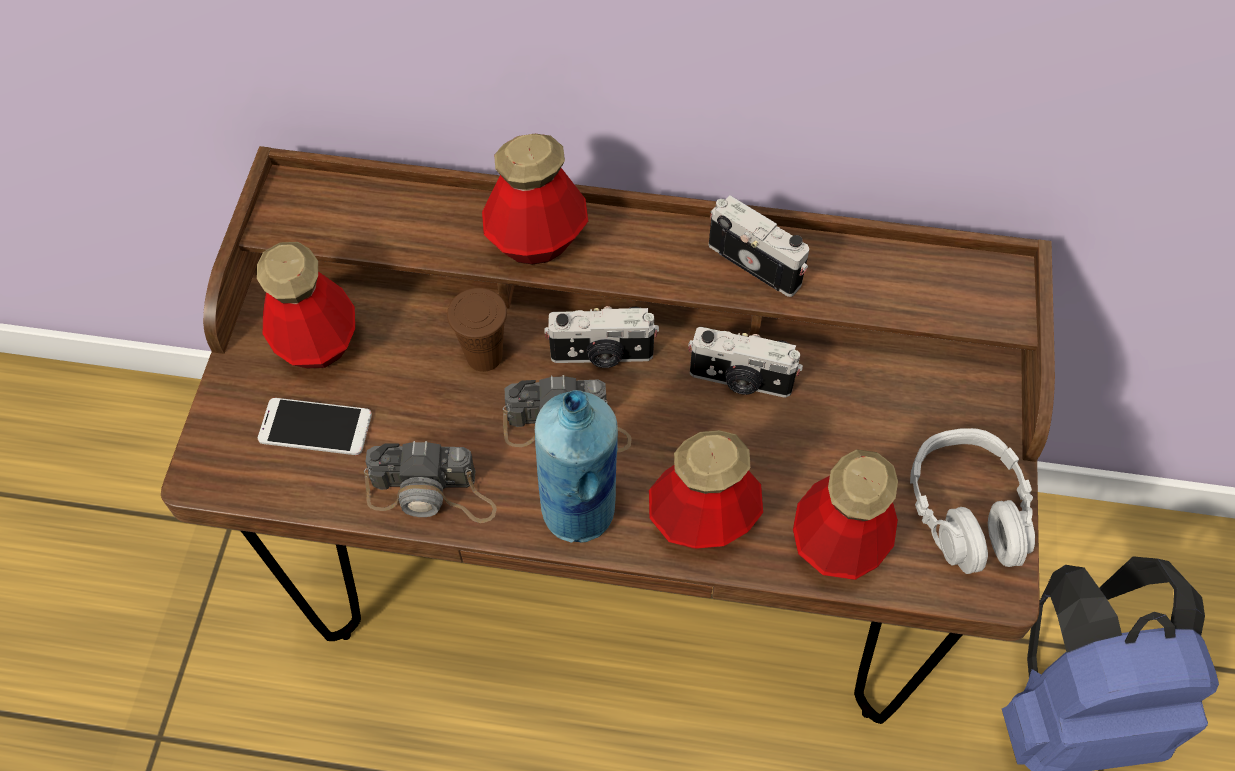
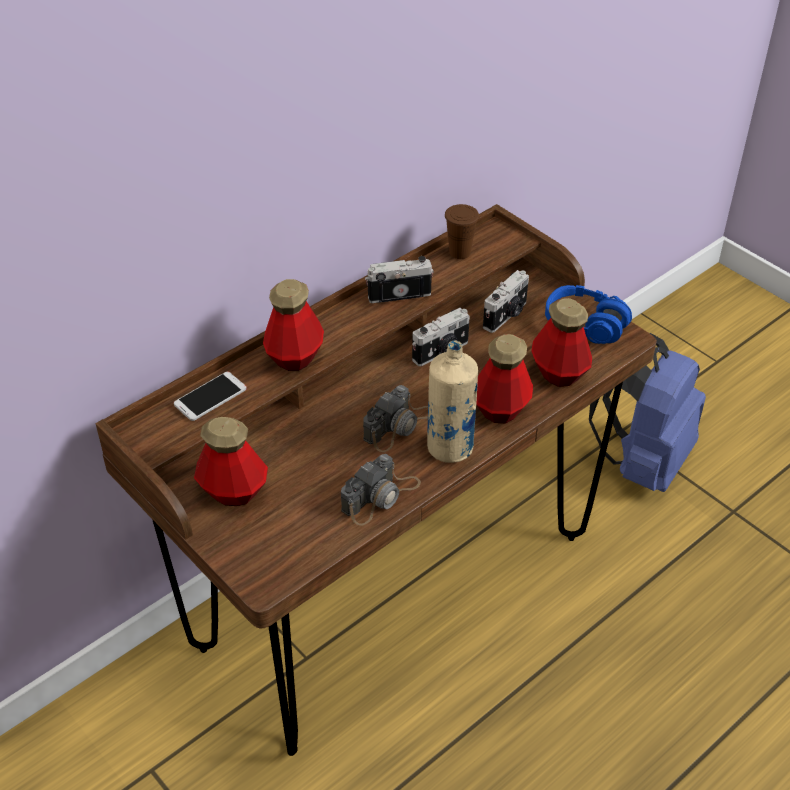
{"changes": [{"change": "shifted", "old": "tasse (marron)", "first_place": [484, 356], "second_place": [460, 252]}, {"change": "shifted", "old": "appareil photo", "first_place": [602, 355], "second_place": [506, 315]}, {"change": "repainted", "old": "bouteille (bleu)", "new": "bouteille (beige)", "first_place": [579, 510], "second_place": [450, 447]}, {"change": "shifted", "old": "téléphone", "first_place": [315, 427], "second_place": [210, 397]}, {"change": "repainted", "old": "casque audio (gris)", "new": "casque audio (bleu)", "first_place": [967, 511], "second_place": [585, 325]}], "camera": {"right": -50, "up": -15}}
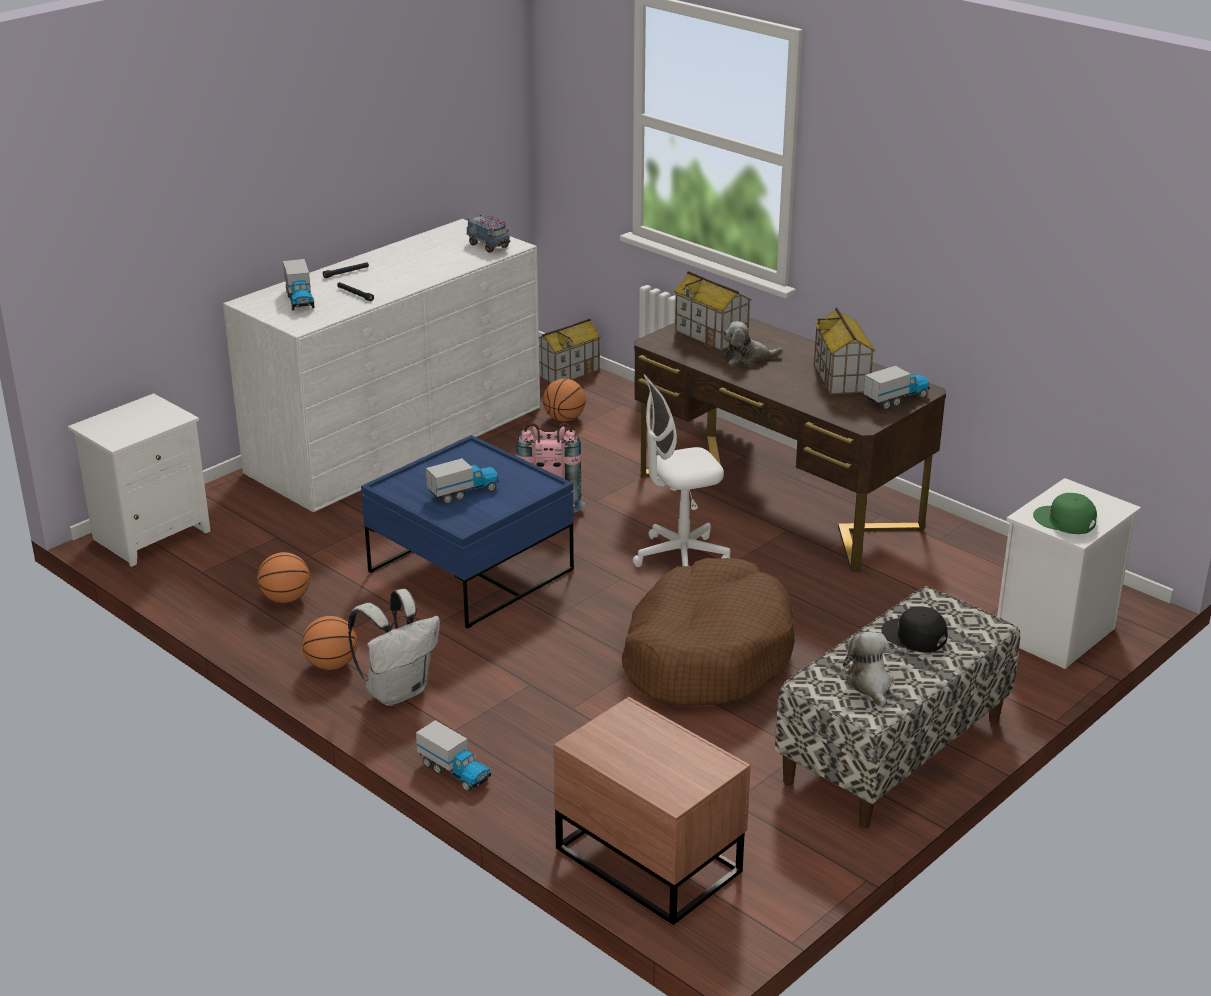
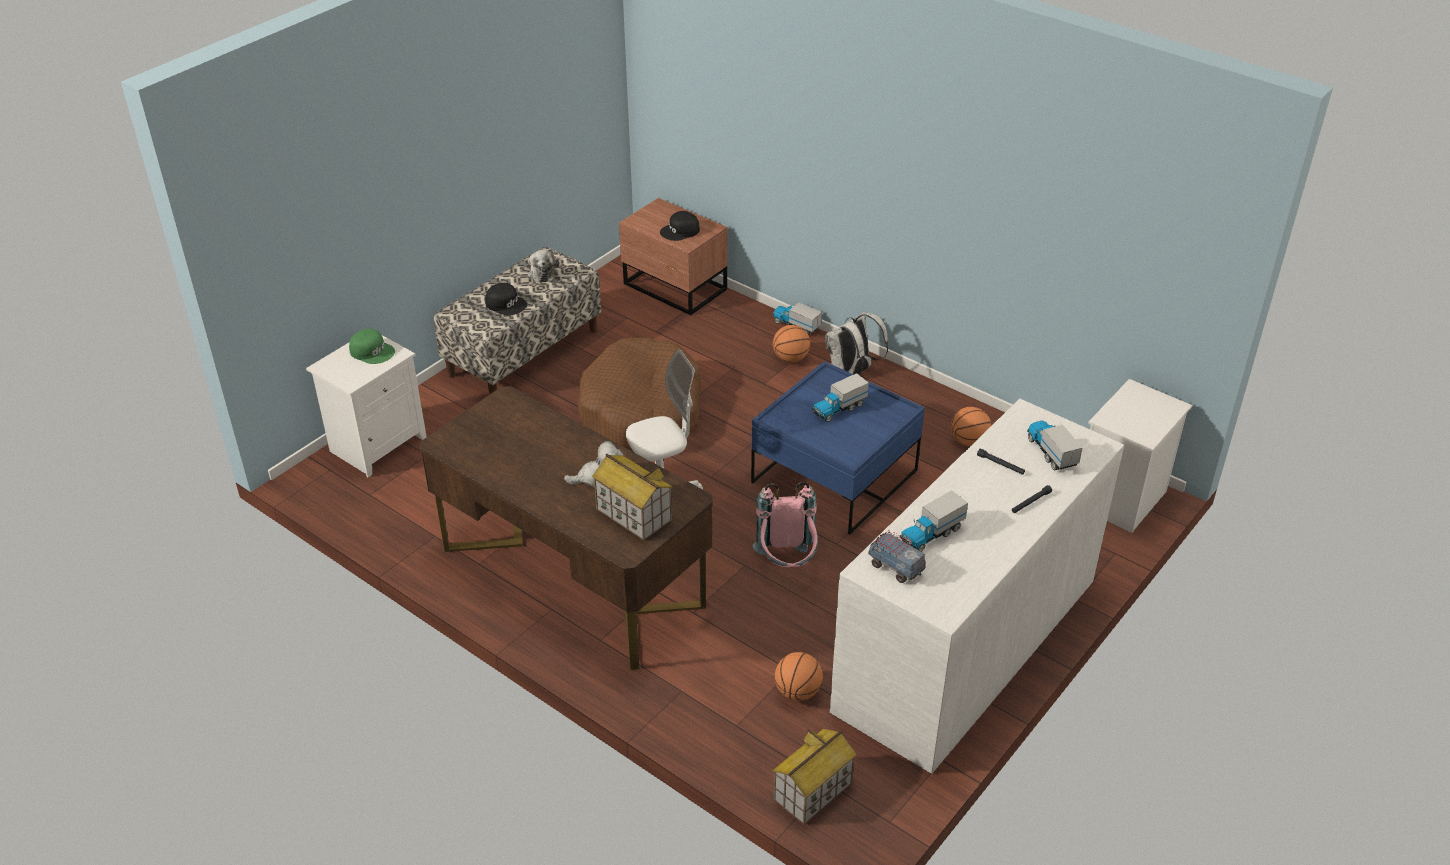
{"changes": [{"change": "gone", "old": "maison miniature", "first_place": [842, 378]}, {"change": "shifted", "old": "camion jouet", "first_place": [896, 399], "second_place": [931, 534]}, {"change": "shifted", "old": "ballon de basket", "first_place": [331, 665], "second_place": [791, 358]}, {"change": "new", "new": "casquette (noir)", "second_place": [680, 231]}], "camera": {"right": 175, "up": 10}}
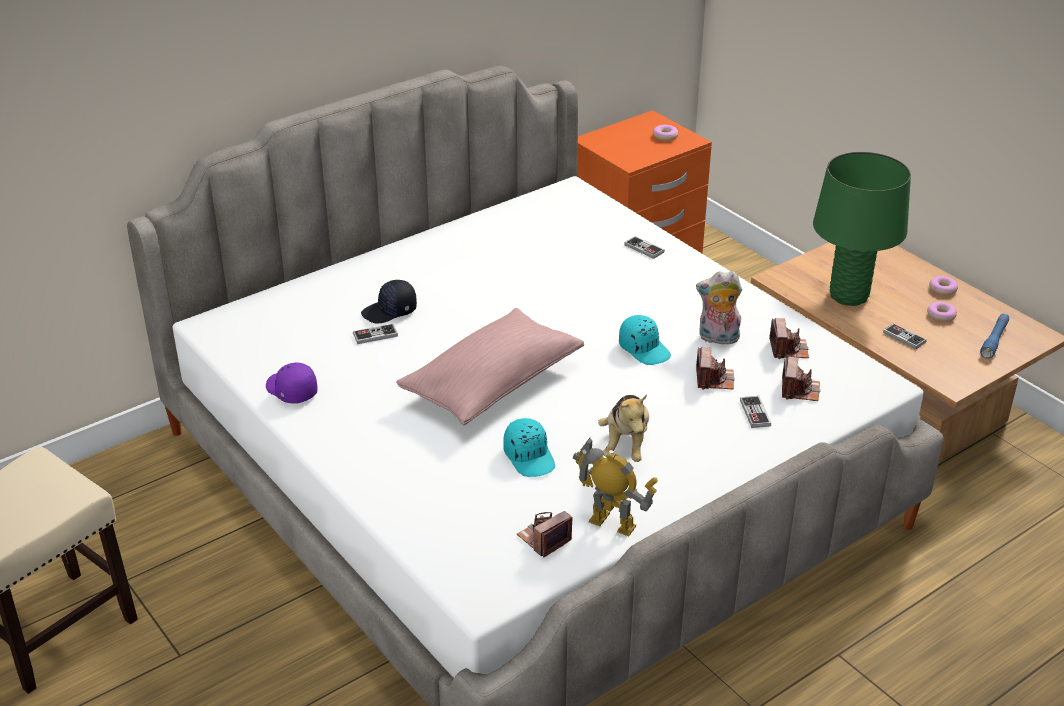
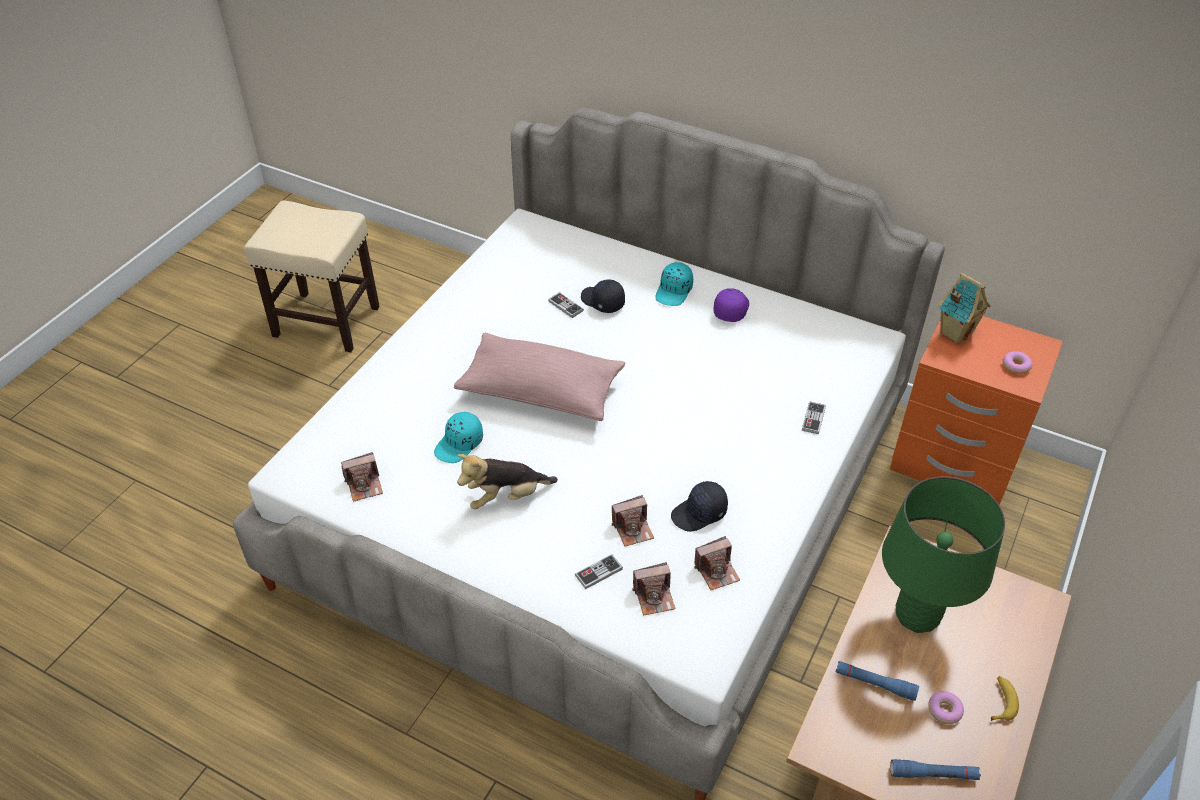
{"changes": [{"change": "swapped", "old": "peluche", "new": "casquette (noir)", "first_place": [717, 339], "second_place": [699, 513]}, {"change": "swapped", "old": "beignet", "new": "banane", "first_place": [942, 289], "second_place": [1001, 701]}, {"change": "shifted", "old": "casquette (turquoise)", "first_place": [645, 349], "second_place": [674, 291]}, {"change": "swapped", "old": "manette", "new": "lampe de poche (bleu)", "first_place": [904, 337], "second_place": [875, 683]}, {"change": "shifted", "old": "casquette (violet)", "first_place": [291, 391], "second_place": [730, 309]}, {"change": "gone", "old": "robot jouet", "first_place": [612, 523]}, {"change": "rotated", "old": "appareil photo", "first_place": [544, 539], "second_place": [364, 485], "degrees": 135}, {"change": "new", "new": "maison miniature", "second_place": [955, 332]}], "camera": {"right": 65, "up": 10}}
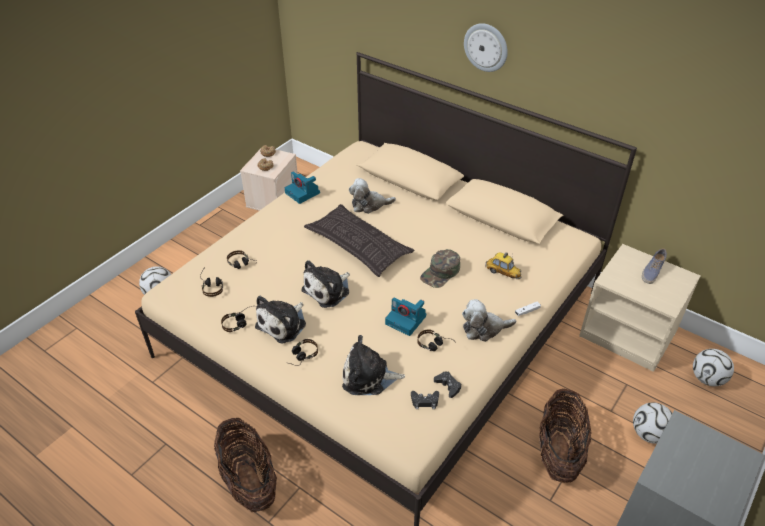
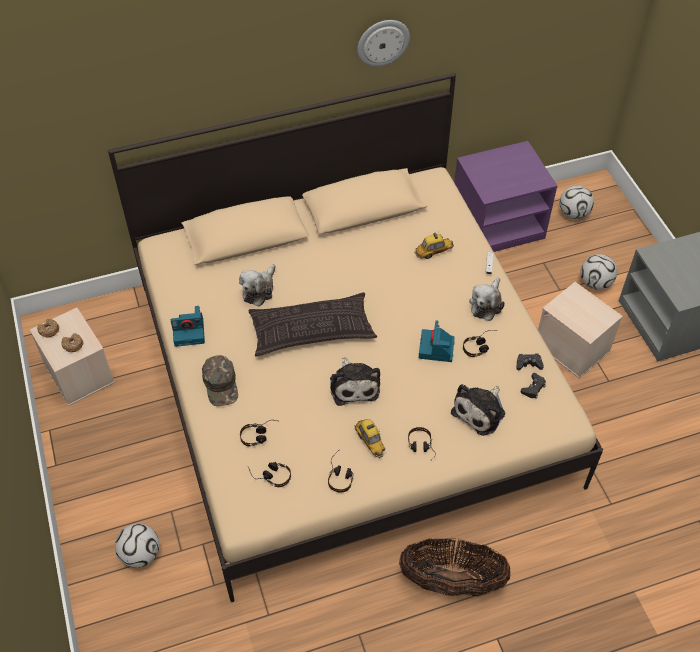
{"changes": [{"change": "shifted", "old": "horloge murale", "first_place": [486, 47], "second_place": [382, 42]}, {"change": "repainted", "old": "table de chevet (beige)", "new": "table de chevet (violet)", "first_place": [629, 333], "second_place": [497, 224]}, {"change": "gone", "old": "chaussure", "first_place": [652, 271]}, {"change": "shifted", "old": "casquette (vert)", "first_place": [441, 273], "second_place": [221, 384]}, {"change": "swapped", "old": "peluche", "new": "petite voiture", "first_place": [283, 324], "second_place": [370, 441]}, {"change": "rotated", "old": "appareil photo", "first_place": [406, 320], "second_place": [436, 349], "degrees": 120}, {"change": "swapped", "old": "panier", "new": "boîte de rangement (beige)", "first_place": [558, 452], "second_place": [573, 347]}], "camera": {"right": -55, "up": 10}}
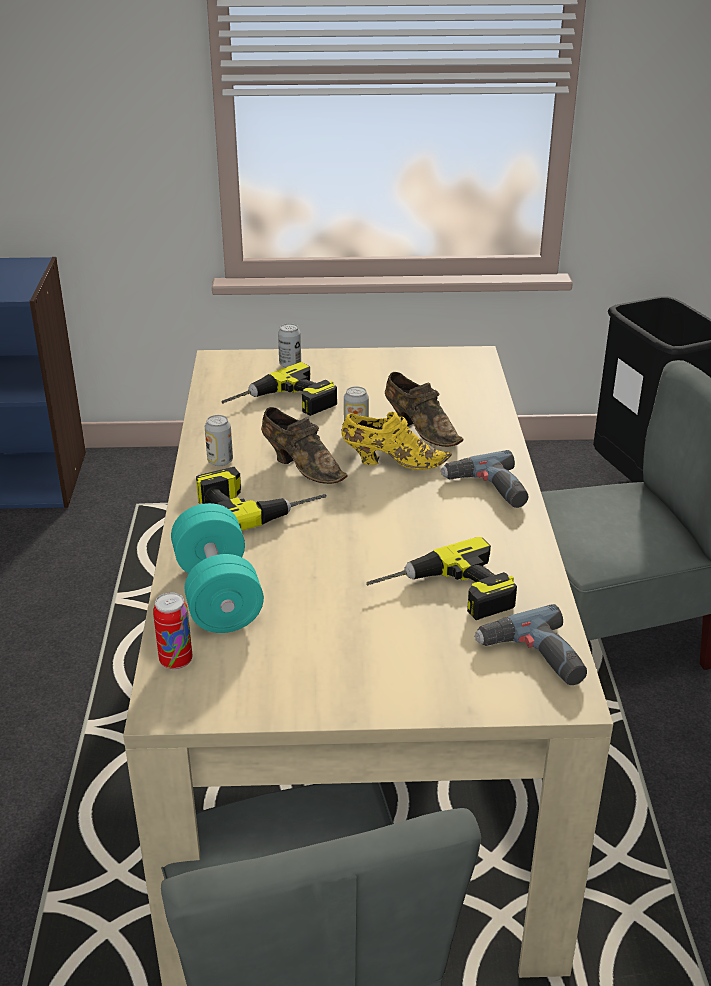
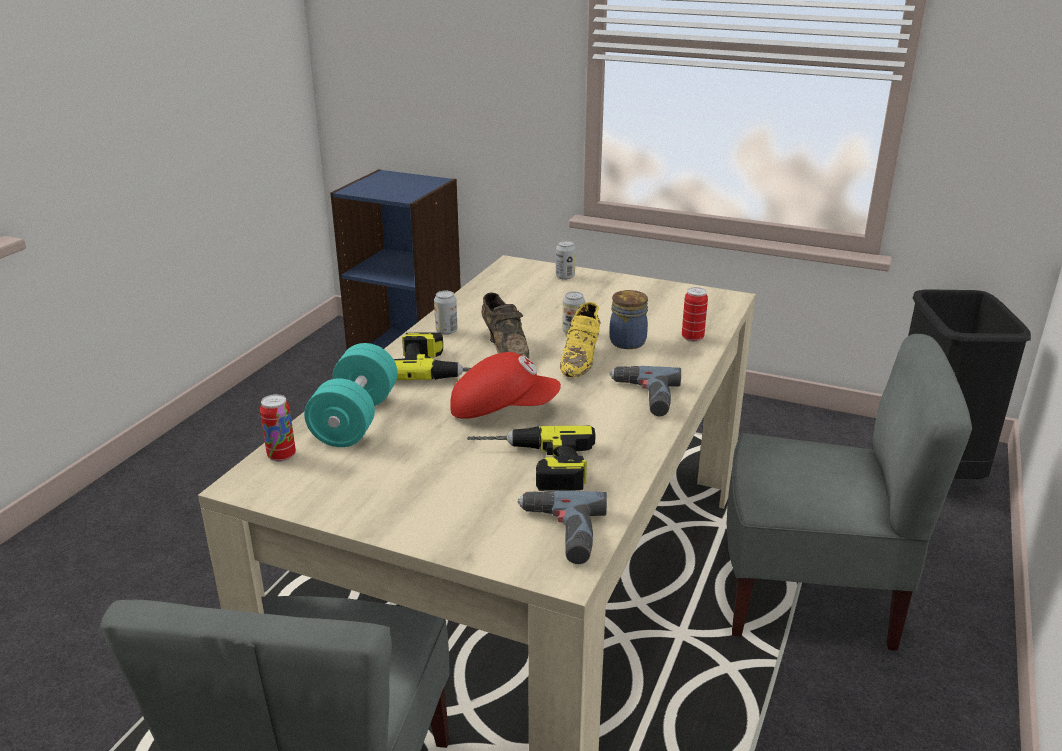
{"changes": [{"change": "gone", "old": "perceuse", "first_place": [282, 404]}, {"change": "swapped", "old": "chaussure (marron)", "new": "bocal", "first_place": [421, 429], "second_place": [629, 341]}, {"change": "rotated", "old": "chaussure (jaune)", "first_place": [391, 461], "second_place": [581, 359], "degrees": 75}, {"change": "new", "new": "boîte métallique", "second_place": [692, 338]}, {"change": "new", "new": "casquette (rouge)", "second_place": [502, 409]}], "camera": {"right": 25, "up": -5}}
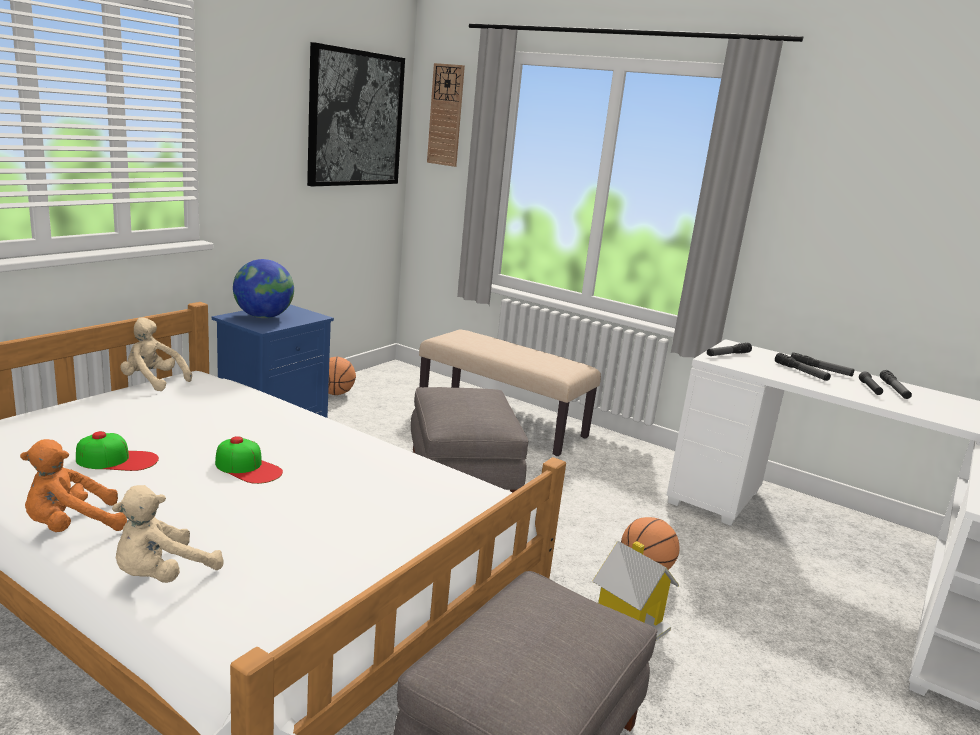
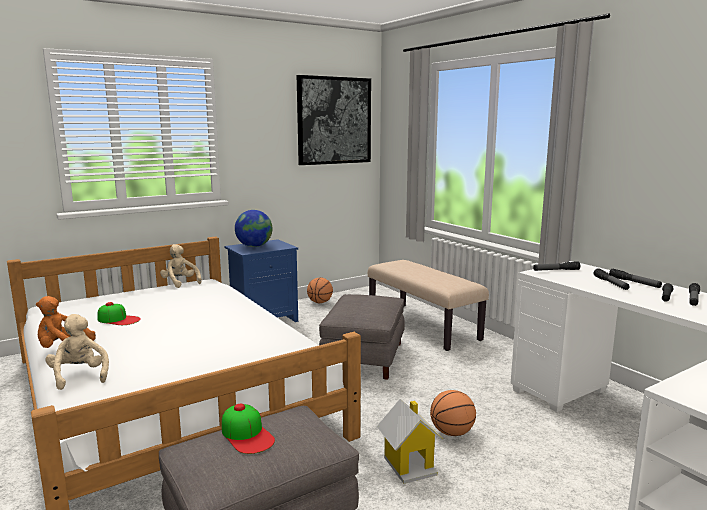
{"changes": [{"change": "gone", "old": "horloge murale", "first_place": [446, 115]}, {"change": "shifted", "old": "casquette", "first_place": [248, 468], "second_place": [247, 434]}, {"change": "rotated", "old": "peluche (beige)", "first_place": [162, 576], "second_place": [79, 376], "degrees": 90}], "camera": {"right": 25, "up": -5}}
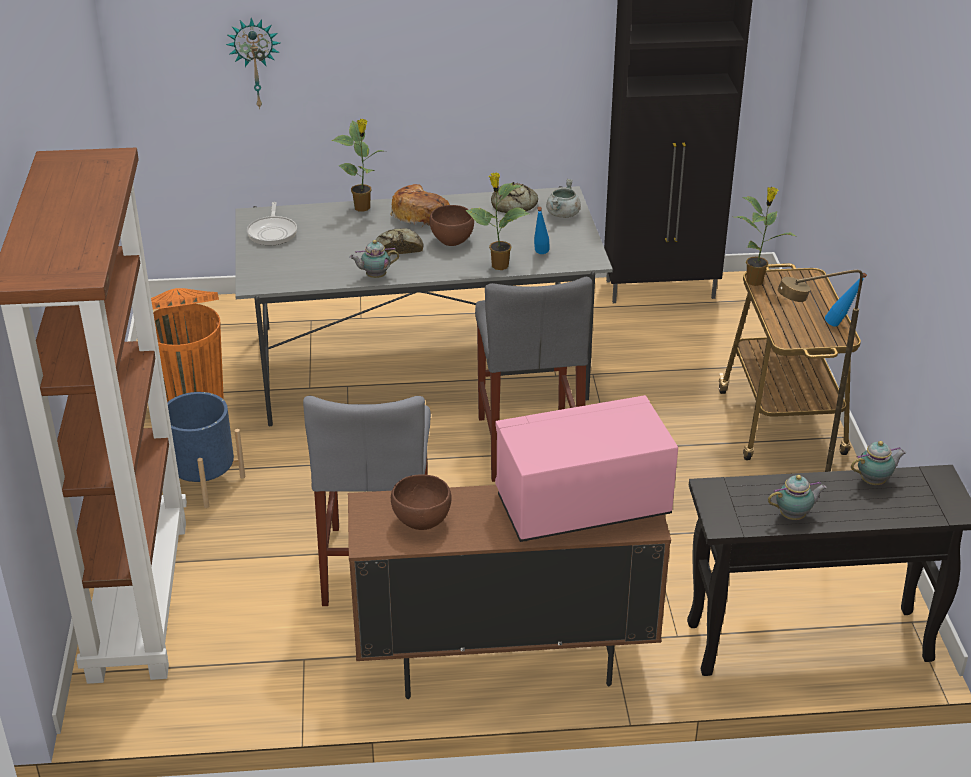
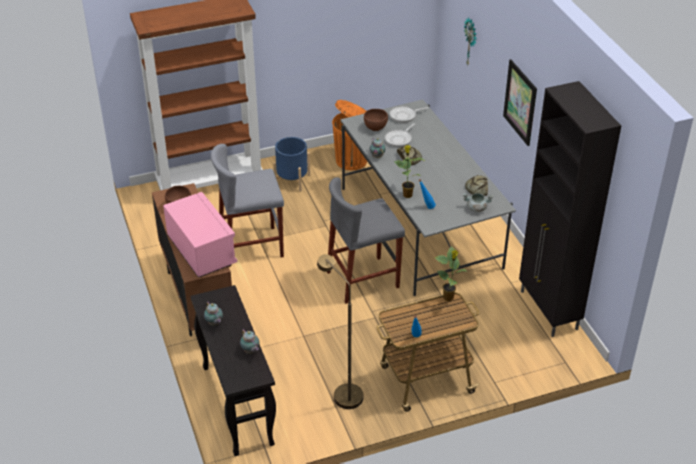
{"changes": [{"change": "gone", "old": "plante en pot", "first_place": [363, 208]}, {"change": "gone", "old": "pain", "first_place": [421, 214]}, {"change": "shifted", "old": "bol (marron)", "first_place": [452, 241], "second_place": [375, 128]}, {"change": "new", "new": "tableau", "second_place": [520, 102]}, {"change": "new", "new": "poêle", "second_place": [399, 139]}], "camera": {"right": 75, "up": 5}}
